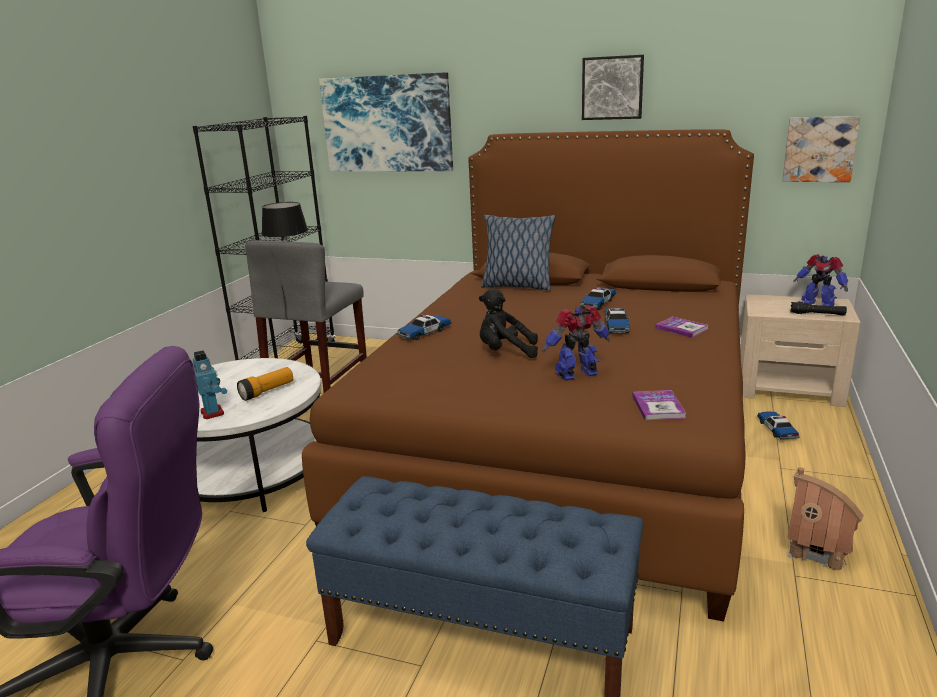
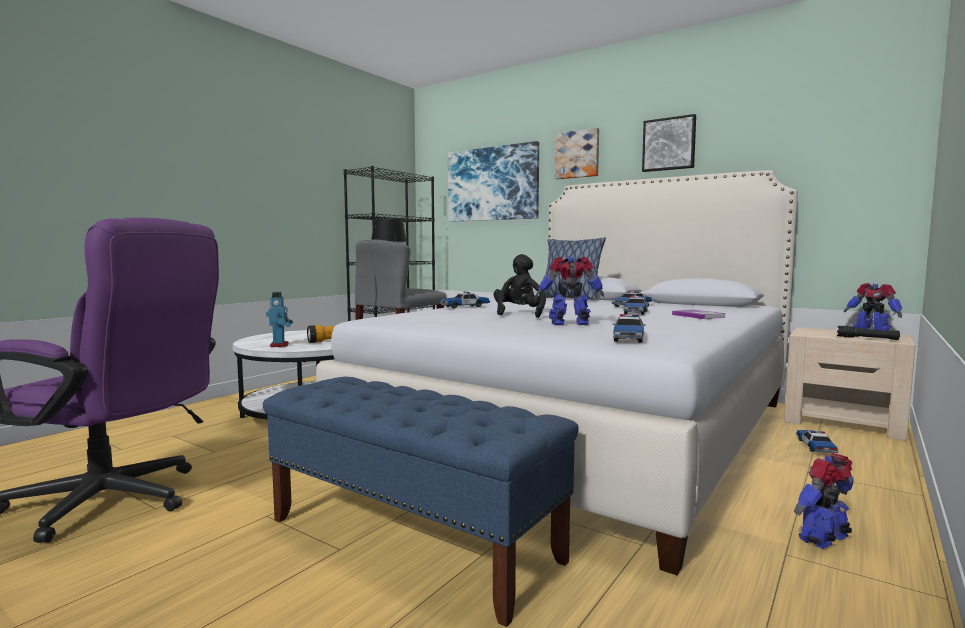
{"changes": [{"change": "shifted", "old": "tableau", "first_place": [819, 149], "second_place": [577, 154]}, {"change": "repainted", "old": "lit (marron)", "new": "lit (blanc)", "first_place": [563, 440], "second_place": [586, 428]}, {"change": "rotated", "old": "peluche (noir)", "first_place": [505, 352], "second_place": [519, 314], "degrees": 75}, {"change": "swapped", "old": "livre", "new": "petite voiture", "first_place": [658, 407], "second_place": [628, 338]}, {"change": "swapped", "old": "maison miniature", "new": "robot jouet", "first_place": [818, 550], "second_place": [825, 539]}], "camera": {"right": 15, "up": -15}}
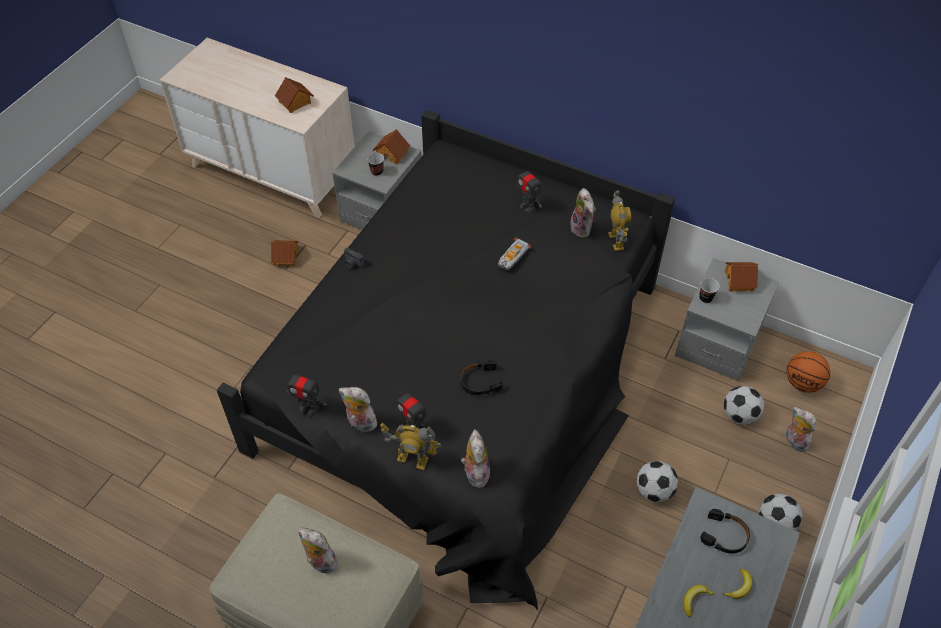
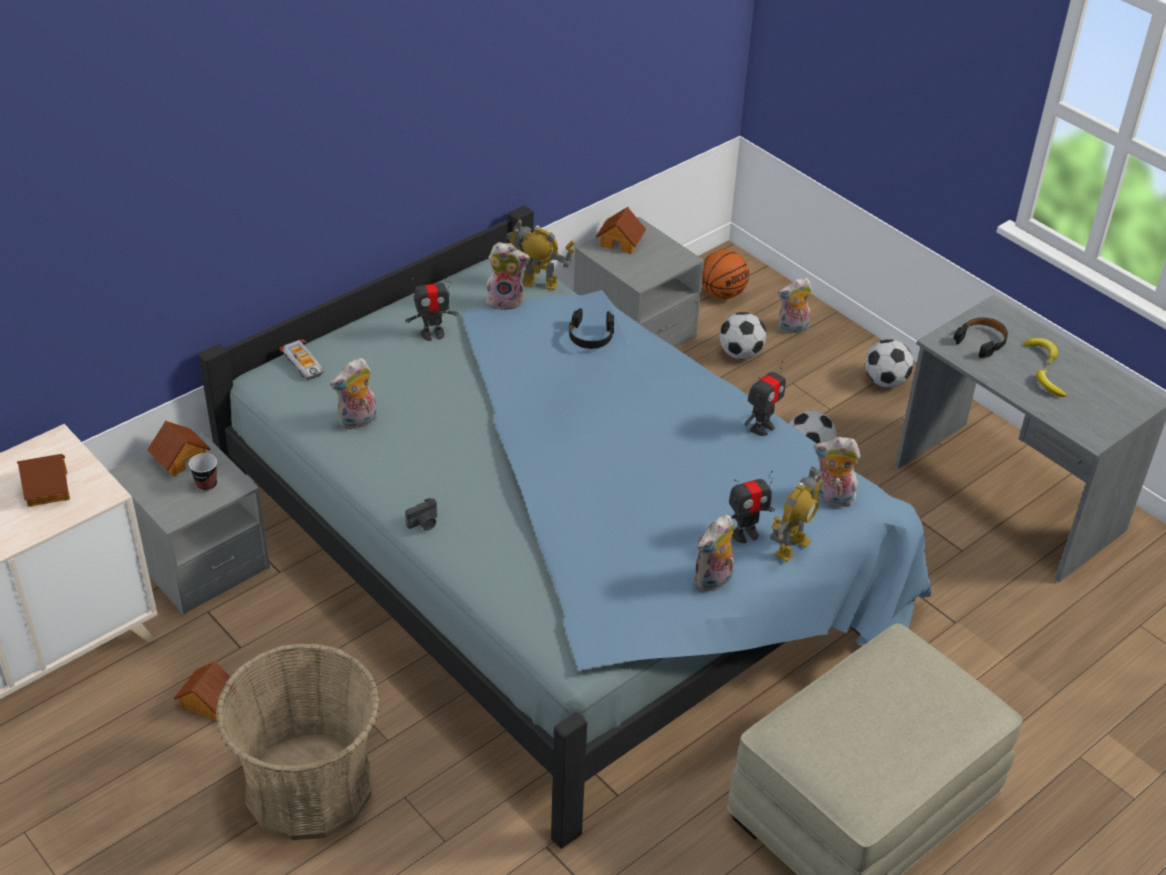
{"changes": [{"change": "repainted", "old": "lit (noir)", "new": "lit (bleu)", "first_place": [466, 378], "second_place": [565, 562]}, {"change": "shifted", "old": "petite voiture", "first_place": [513, 257], "second_place": [303, 364]}, {"change": "gone", "old": "tasse", "first_place": [705, 298]}, {"change": "shifted", "old": "casque audio (noir)", "first_place": [480, 381], "second_place": [591, 335]}, {"change": "shifted", "old": "robot jouet", "first_place": [308, 408], "second_place": [762, 427]}, {"change": "shifted", "old": "peluche", "first_place": [320, 562], "second_place": [358, 422]}, {"change": "new", "new": "panier", "second_place": [309, 787]}], "camera": {"right": -70, "up": -10}}
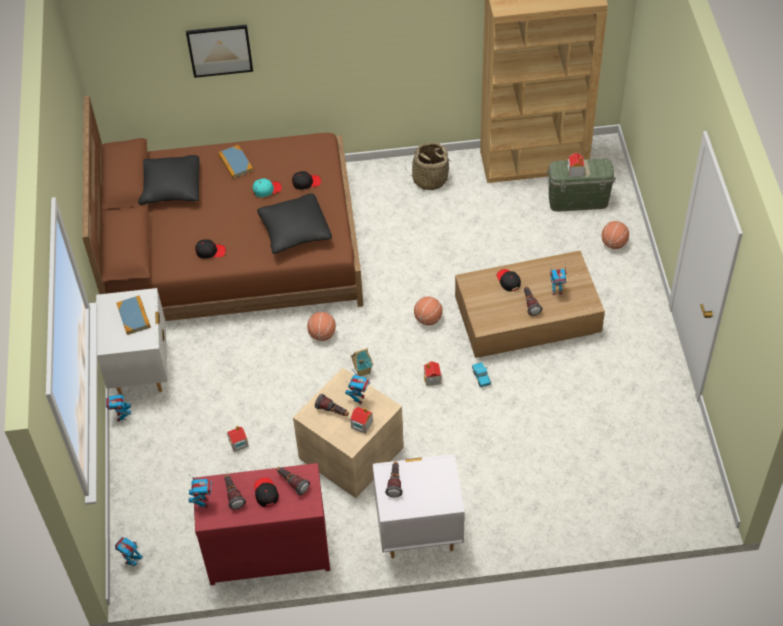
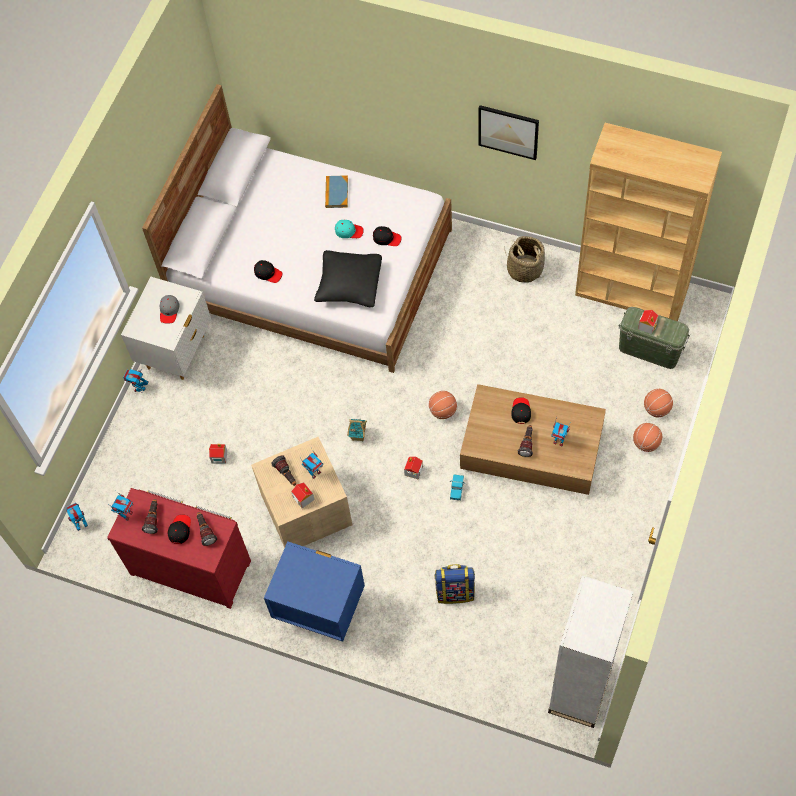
{"changes": [{"change": "shifted", "old": "tableau", "first_place": [220, 50], "second_place": [508, 131]}, {"change": "repainted", "old": "lit (marron)", "new": "lit (blanc)", "first_place": [232, 249], "second_place": [312, 267]}, {"change": "gone", "old": "coussin (noir)", "first_place": [171, 187]}, {"change": "swapped", "old": "livre", "new": "casquette (gris)", "first_place": [133, 316], "second_place": [169, 311]}, {"change": "shifted", "old": "ballon de basket", "first_place": [322, 334], "second_place": [646, 443]}, {"change": "repainted", "old": "table de chevet (blanc)", "new": "table de chevet (bleu)", "first_place": [419, 533], "second_place": [320, 610]}, {"change": "gone", "old": "lampe de poche", "first_place": [395, 482]}, {"change": "new", "new": "sac à dos", "second_place": [455, 591]}, {"change": "new", "new": "bibliothèque (blanc)", "second_place": [580, 688]}], "camera": {"right": 30, "up": 10}}
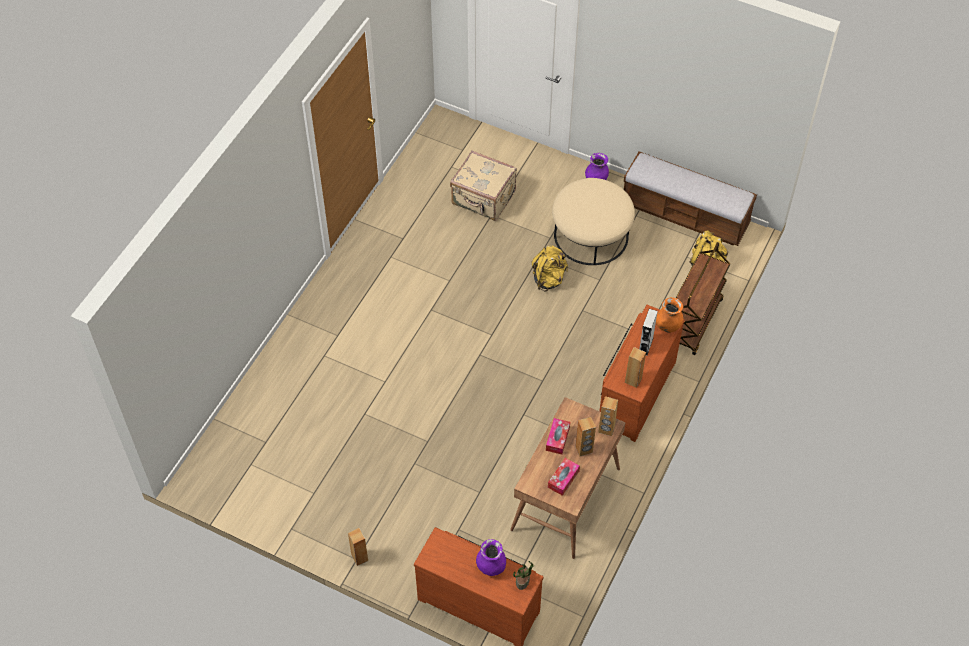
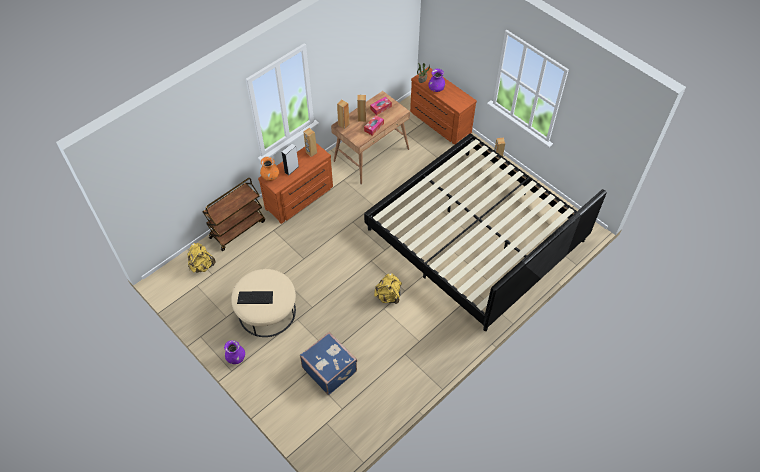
{"changes": [{"change": "repainted", "old": "valise (beige)", "new": "valise (bleu)", "first_place": [483, 199], "second_place": [330, 369]}, {"change": "gone", "old": "banc", "first_place": [685, 214]}, {"change": "shifted", "old": "sac à dos (jaune)", "first_place": [549, 279], "second_place": [388, 296]}, {"change": "new", "new": "lit", "second_place": [475, 235]}, {"change": "new", "new": "clavier", "second_place": [255, 298]}], "camera": {"right": -160, "up": 0}}
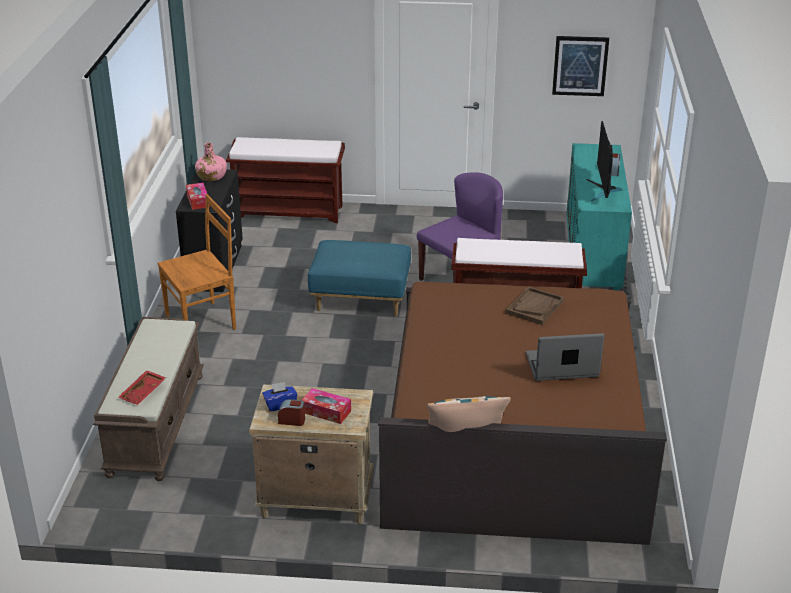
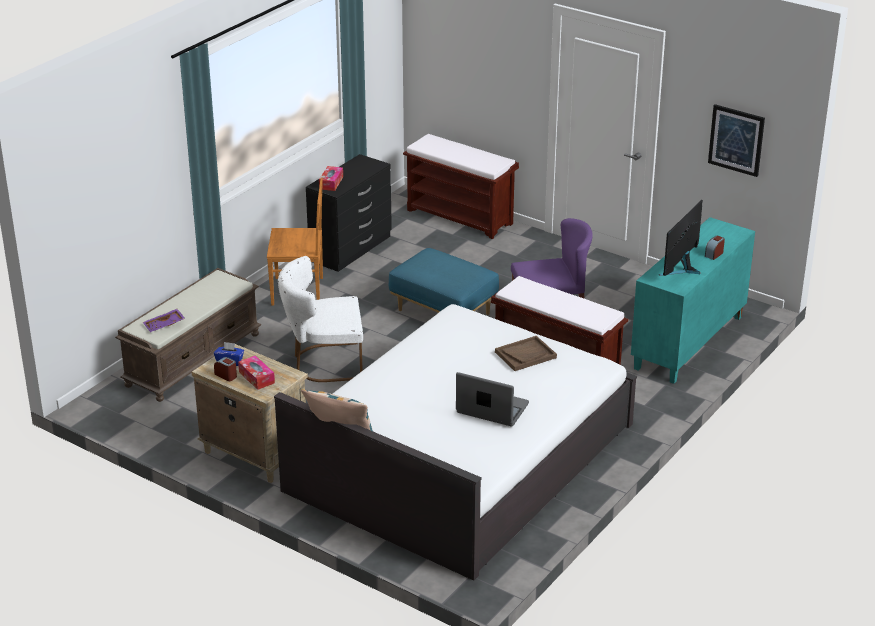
{"changes": [{"change": "gone", "old": "bouteille (rose)", "first_place": [211, 177]}, {"change": "repainted", "old": "lit (marron)", "new": "lit (blanc)", "first_place": [513, 429], "second_place": [460, 457]}, {"change": "repainted", "old": "plateau (rouge)", "new": "plateau (violet)", "first_place": [143, 393], "second_place": [164, 325]}, {"change": "new", "new": "chaise (blanc)", "second_place": [324, 363]}], "camera": {"right": 30, "up": 0}}
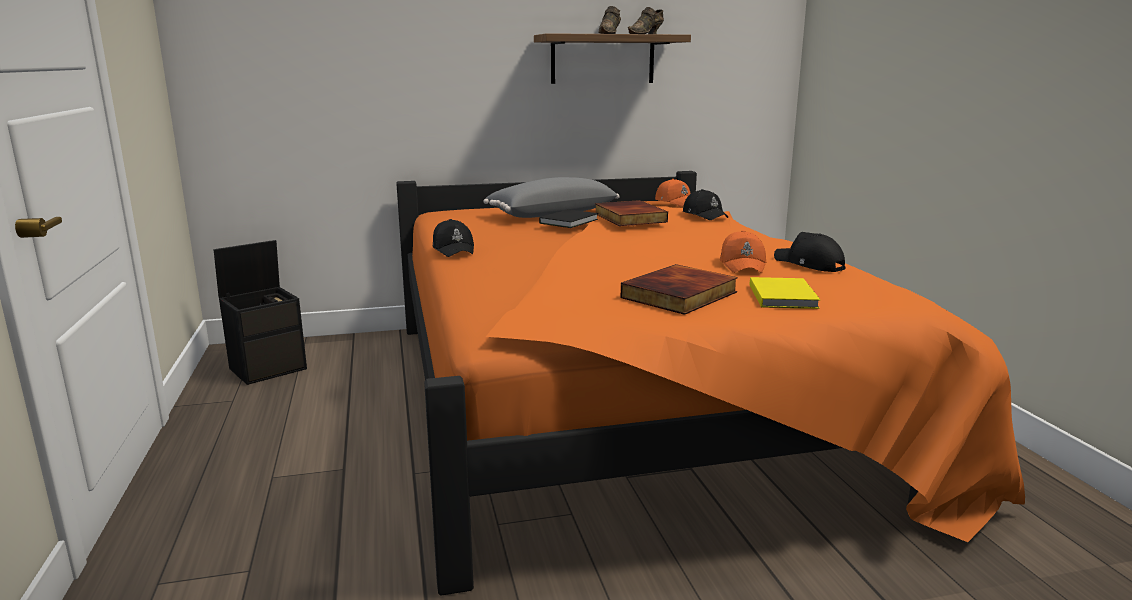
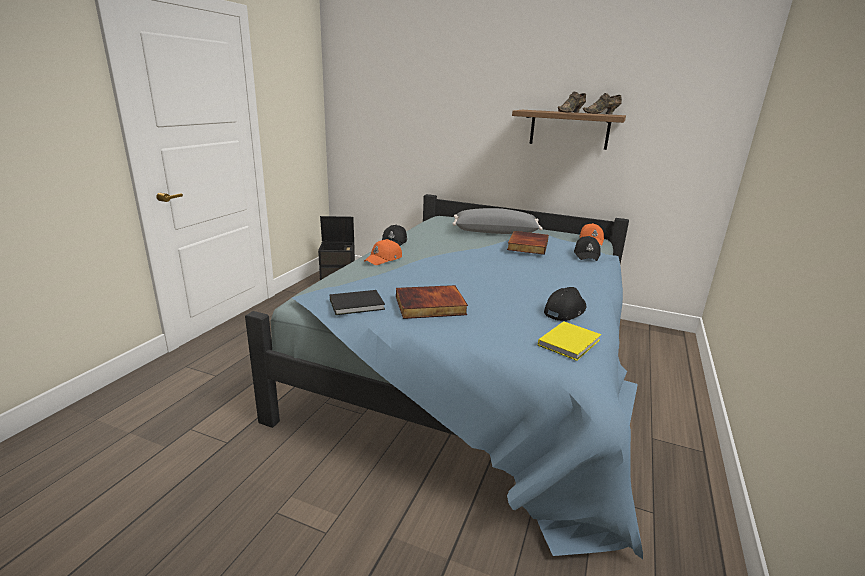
{"changes": [{"change": "repainted", "old": "lit (orange)", "new": "lit (bleu)", "first_place": [629, 404], "second_place": [479, 367]}, {"change": "shifted", "old": "livre (noir)", "first_place": [570, 221], "second_place": [358, 305]}, {"change": "shifted", "old": "casquette (orange)", "first_place": [743, 264], "second_place": [384, 259]}, {"change": "rotated", "old": "casquette (noir)", "first_place": [808, 264], "second_place": [565, 311], "degrees": 45}, {"change": "shifted", "old": "livre (jaune)", "first_place": [783, 296], "second_place": [570, 342]}], "camera": {"right": 35, "up": 5}}
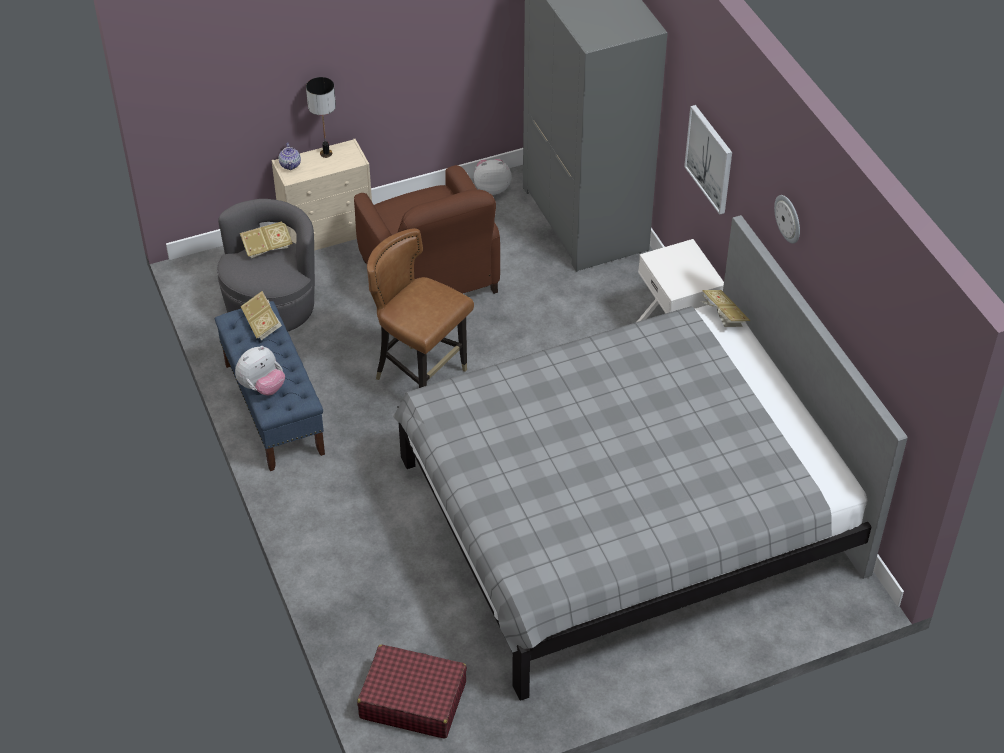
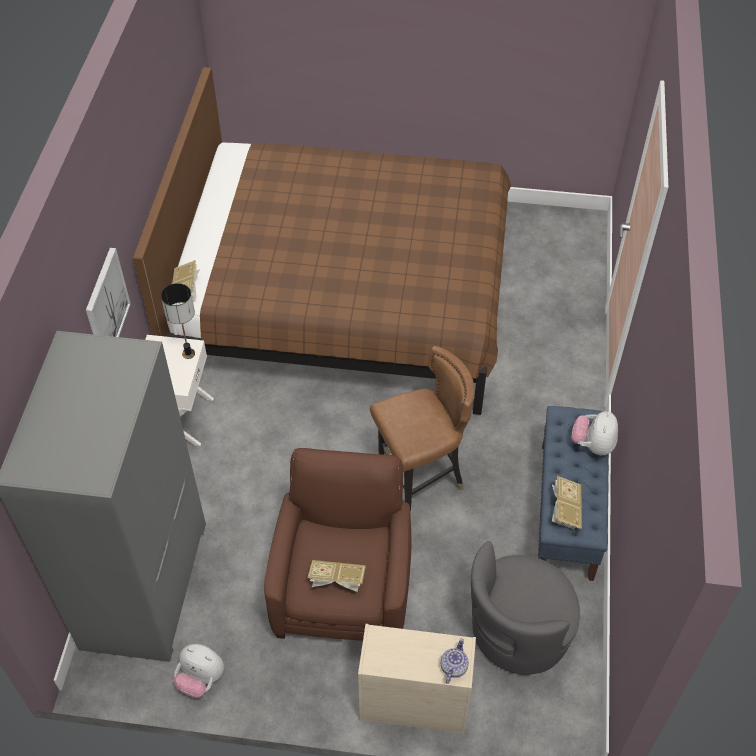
{"changes": [{"change": "shifted", "old": "lampe de table", "first_place": [326, 154], "second_place": [188, 353]}, {"change": "gone", "old": "horloge murale", "first_place": [788, 218]}, {"change": "repainted", "old": "lit (gris)", "new": "lit (marron)", "first_place": [626, 514], "second_place": [343, 297]}, {"change": "shifted", "old": "livre", "first_place": [267, 248], "second_place": [337, 581]}, {"change": "rotated", "old": "chaise (marron)", "first_place": [421, 377], "second_place": [420, 480], "degrees": -90}, {"change": "rotated", "old": "peluche", "first_place": [262, 387], "second_place": [592, 445], "degrees": -60}, {"change": "gone", "old": "valise (rouge)", "first_place": [412, 699]}], "camera": {"right": -150, "up": 5}}
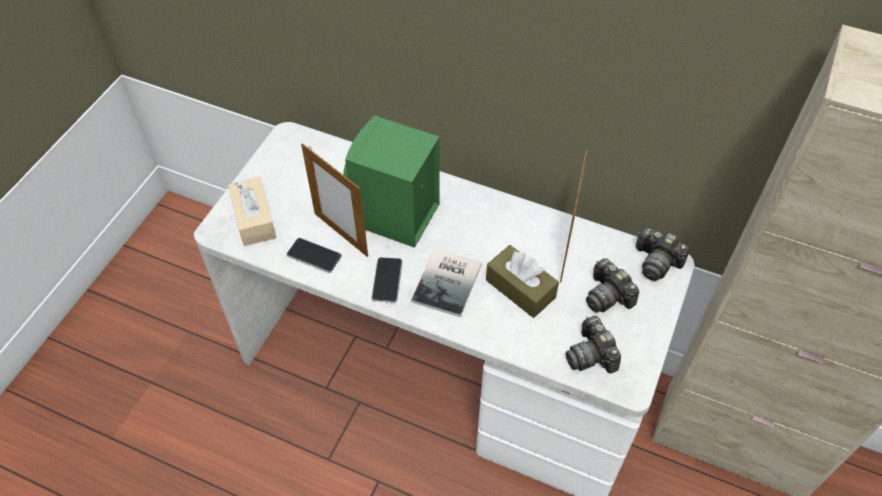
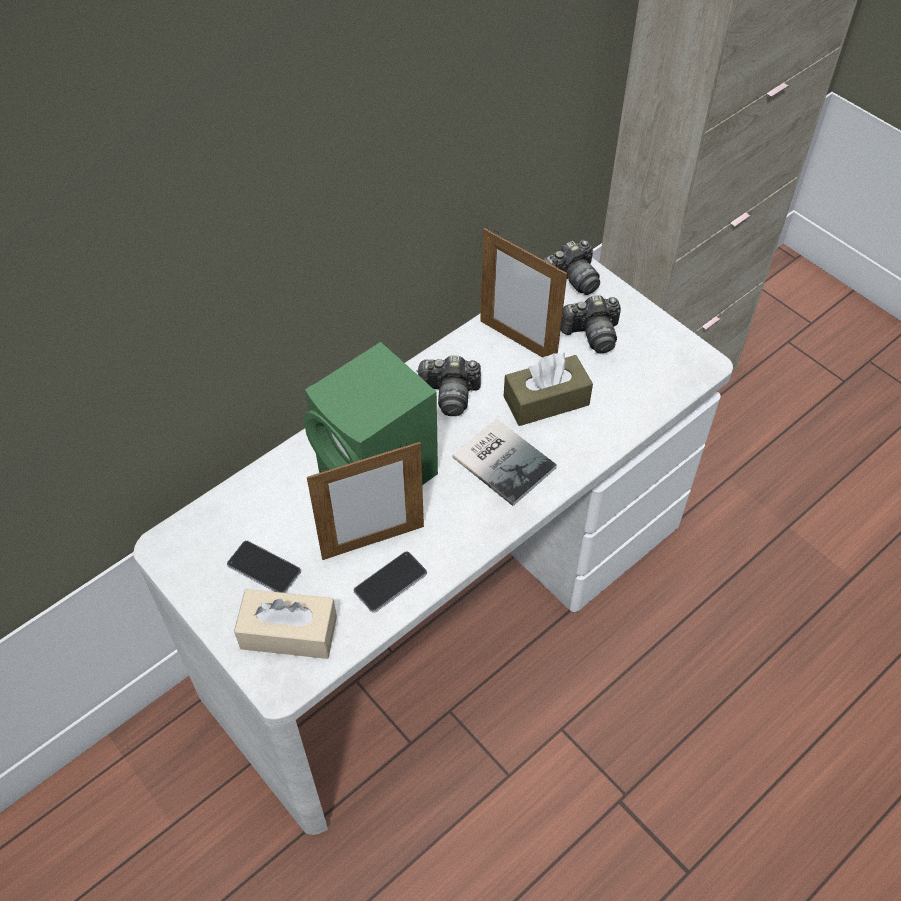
{"changes": [{"change": "shifted", "old": "téléphone", "first_place": [387, 280], "second_place": [264, 568]}, {"change": "shifted", "old": "appareil photo", "first_place": [591, 355], "second_place": [450, 394]}], "camera": {"right": -65, "up": 0}}
